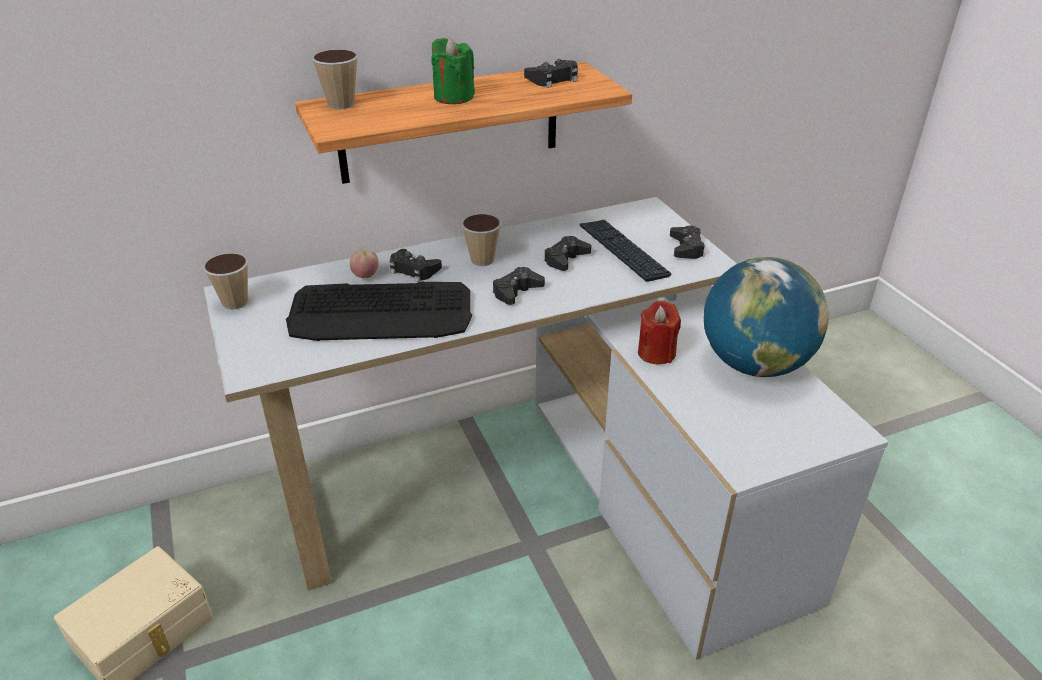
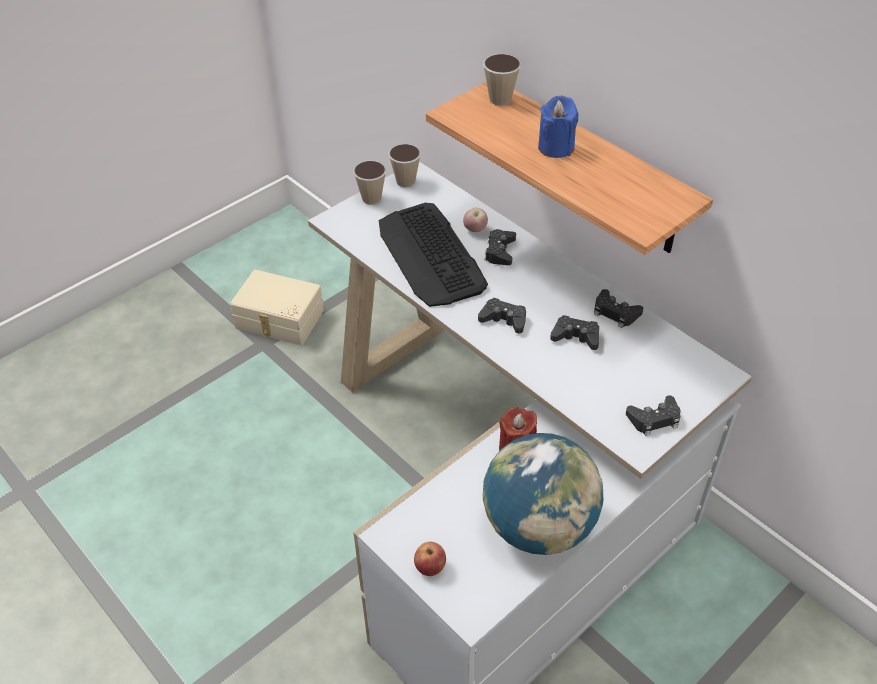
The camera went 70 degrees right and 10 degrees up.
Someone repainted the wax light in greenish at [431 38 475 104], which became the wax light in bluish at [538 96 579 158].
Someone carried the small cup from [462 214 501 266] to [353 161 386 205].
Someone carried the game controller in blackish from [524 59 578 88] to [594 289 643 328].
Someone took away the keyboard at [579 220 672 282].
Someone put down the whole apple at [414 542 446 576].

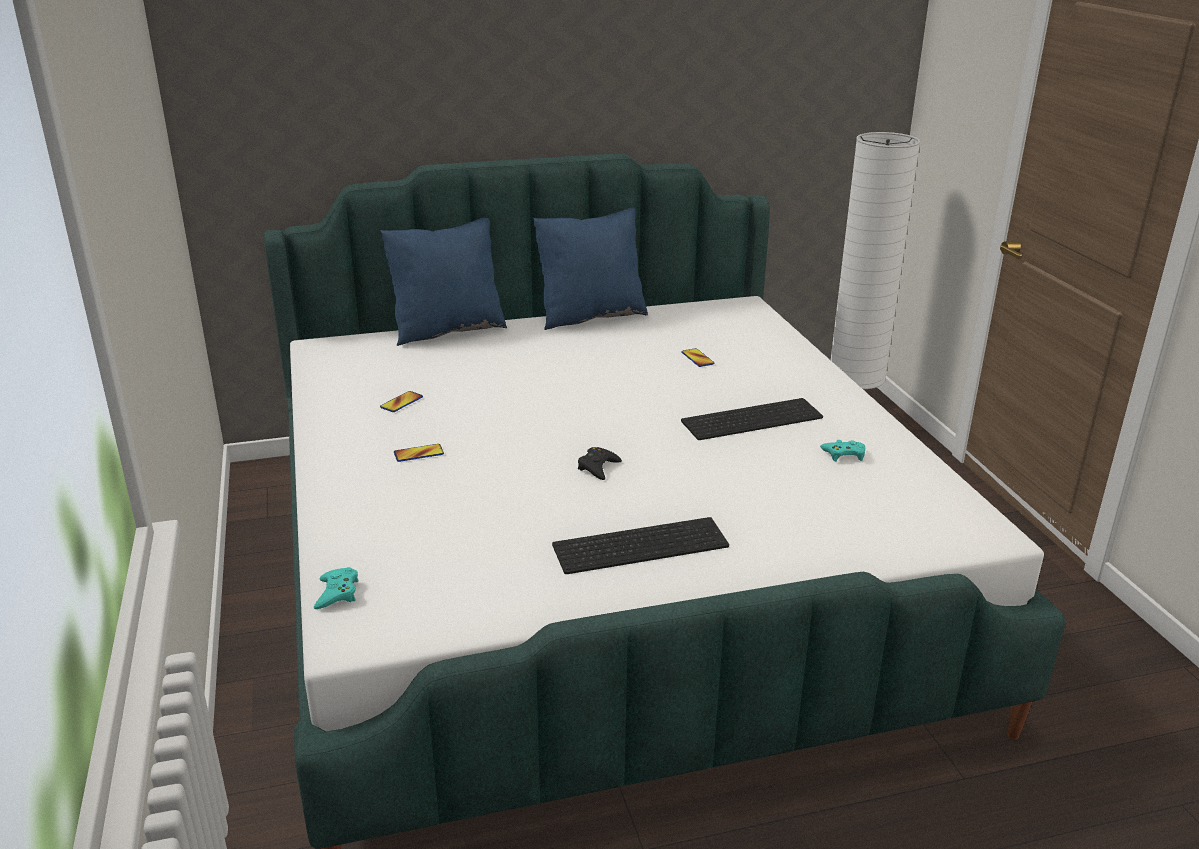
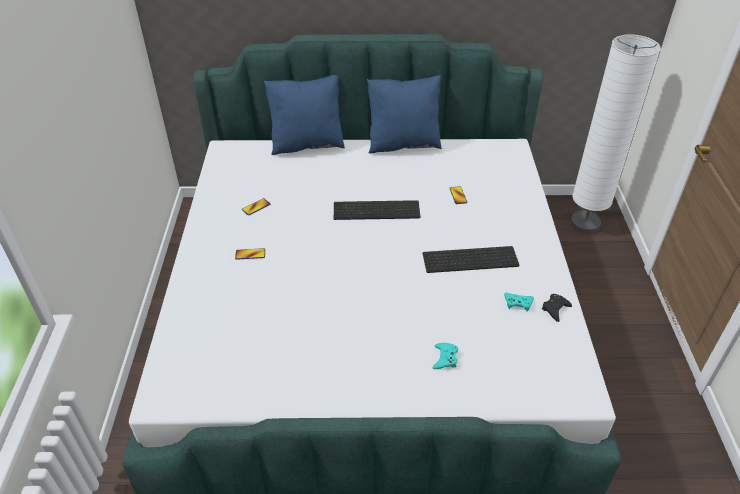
The camera went 15 degrees right and 15 degrees up.
Someone carried the game controller in turquoise from [314 567 358 609] to [433 343 458 369].
Someone carried the keyboard from [552 517 729 574] to [334 200 420 220].
Someone carried the game controller in blackish from [578 447 622 480] to [542 294 572 322].

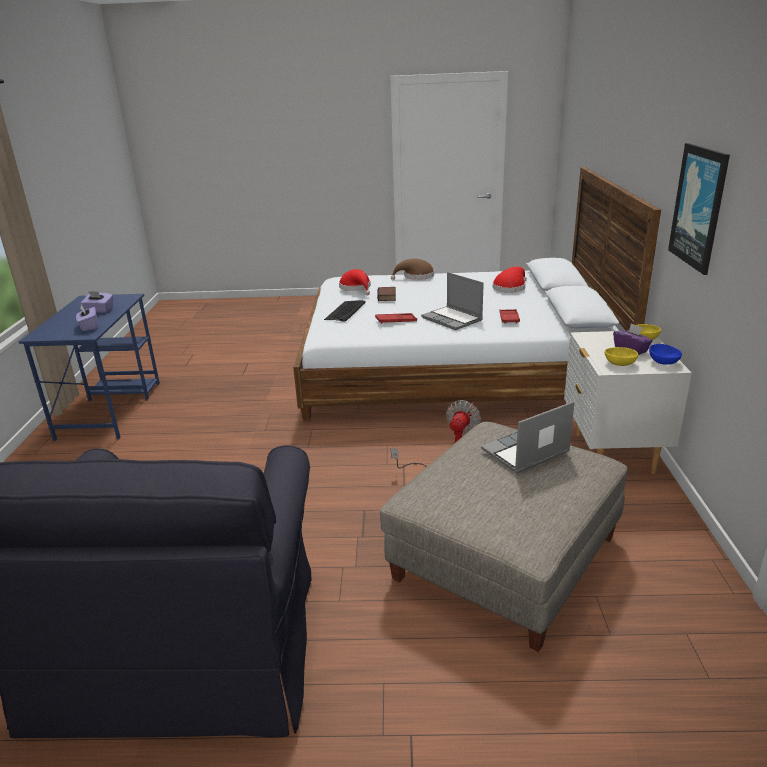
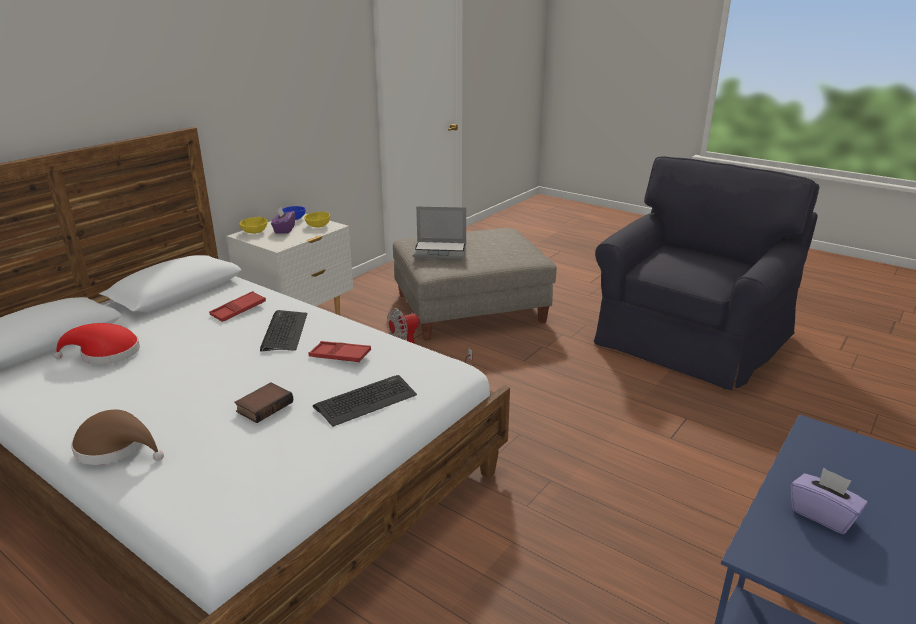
The camera went 145 degrees left and 0 degrees up.
Someone took away the tissue holder in purple-coloured at [76 305 98 331].
Someone took away the wearable hat in reddish at [339 269 371 295].
Someone swapped the portable computer at [421 272 484 330] for the keyboard at [260 310 307 351].
Someone took away the picture at [668 143 730 275].

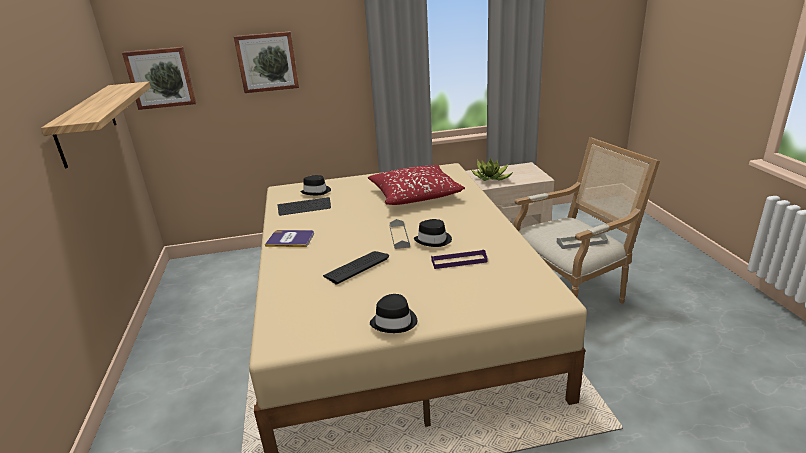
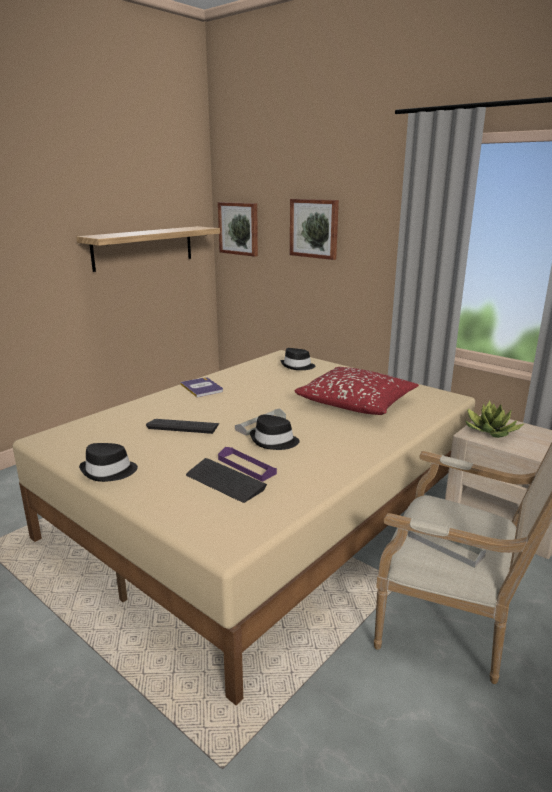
The camera went 50 degrees right and 5 degrees down.
Someone carried the keyboard from [277 197 331 216] to [186 458 267 503].

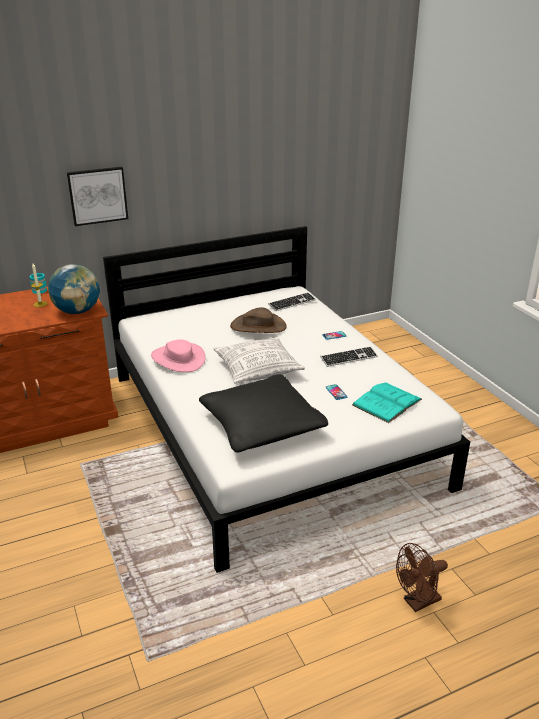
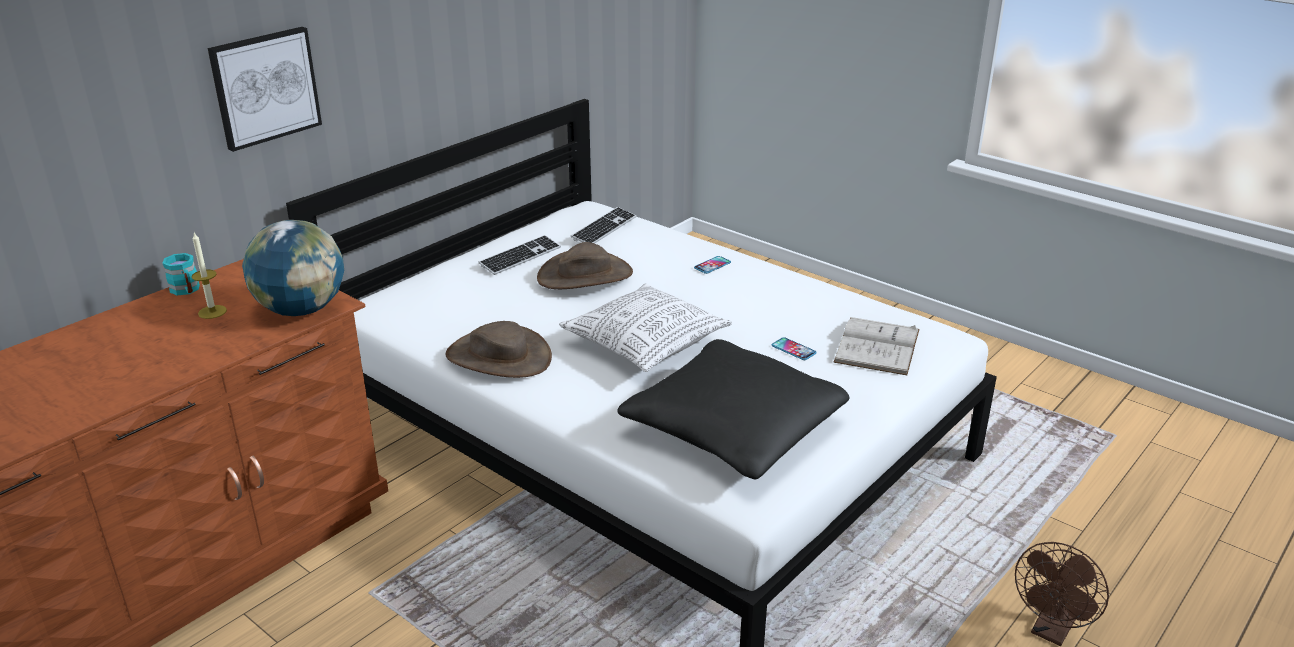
The camera went 25 degrees left and 0 degrees up.
Someone repainted the wearable hat in pinkish at [151 340 205 372], which became the wearable hat in brownish at [445 321 552 378].
Someone carried the keyboard from [321 346 378 367] to [478 235 561 275].
Someone repainted the book in turquoise at [352 382 422 423], which became the book in white-coloured at [833 317 920 375].

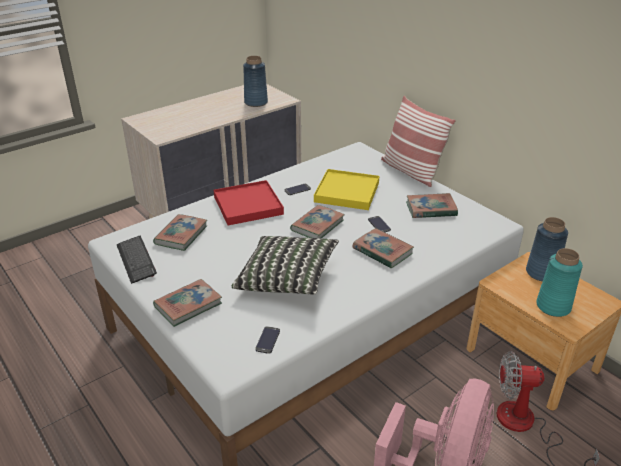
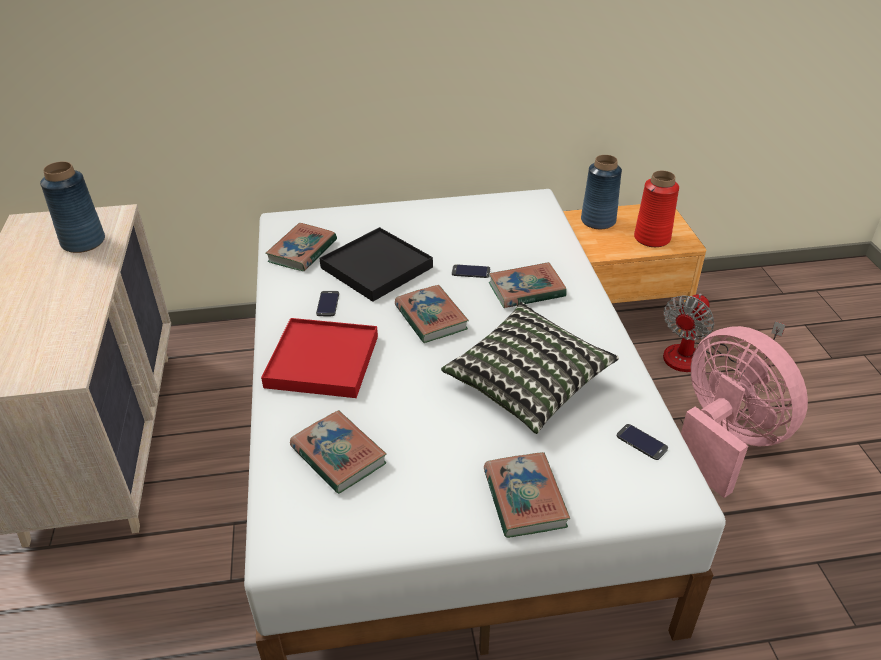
The camera went 60 degrees left and 5 degrees up.
Someone took away the keyboard at [117 236 157 284].
Someone repainted the serving tray in yellow-coloured at [314 169 379 210], which became the serving tray in blackish at [319 227 433 302].
Someone took away the throw pillow at [381 96 456 187].
Someone carried the book from [406 193 458 218] to [265 223 337 271].
Someone repainted the flower vase in turquoise at [536 248 583 317], which became the flower vase in reddish at [634 171 679 247].

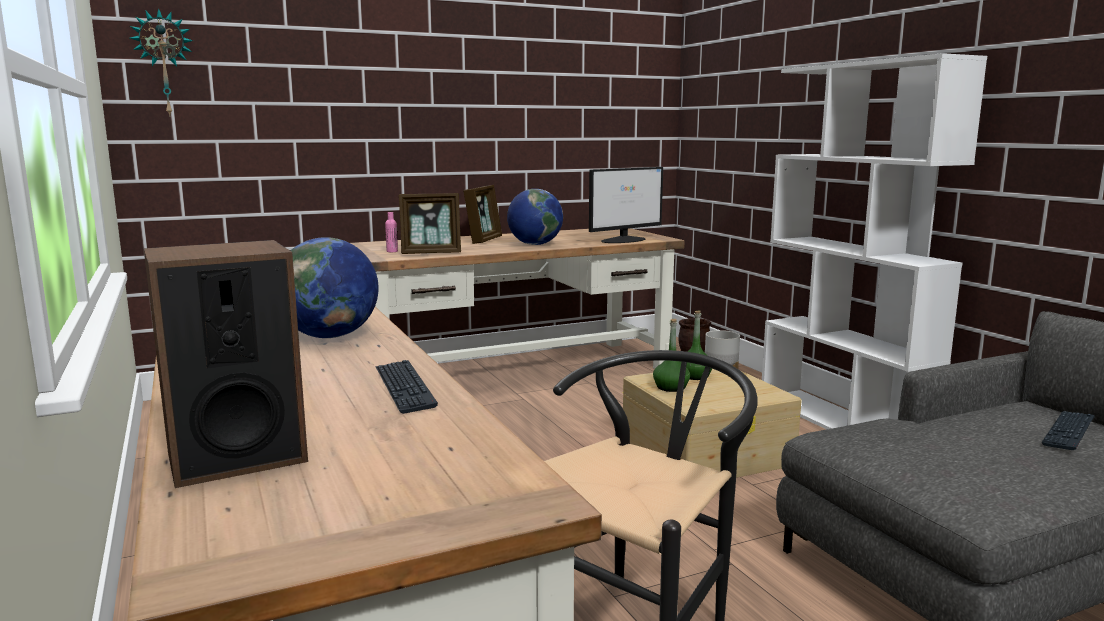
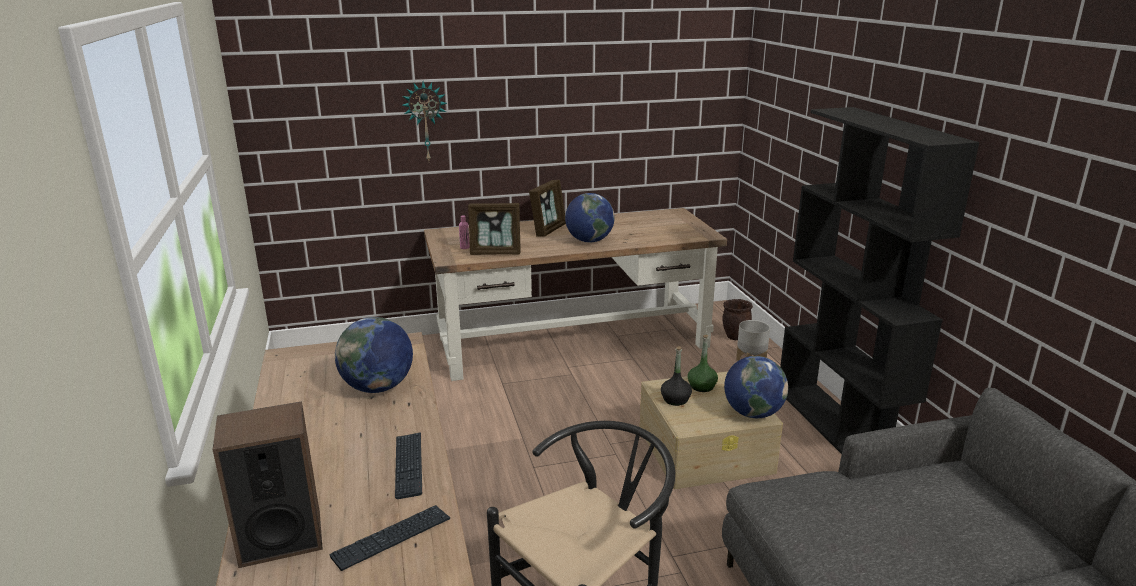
The camera went 10 degrees right and 10 degrees up.
Someone carried the clock on the wall from [130 8 193 116] to [402 81 447 161].
Someone took away the monitor at [589 167 663 243].
Someone repainted the drink bottle in greenish at [653 319 690 392], which became the drink bottle in blackish at [661 346 692 406].
Someone repainted the shelving unit in white-coloured at [762 53 987 429], which became the shelving unit in blackish at [780 107 979 454].
Someone carried the keyboard from [1042 411 1094 450] to [329 505 450 571].
Someone put down the globe at [724 356 788 418].

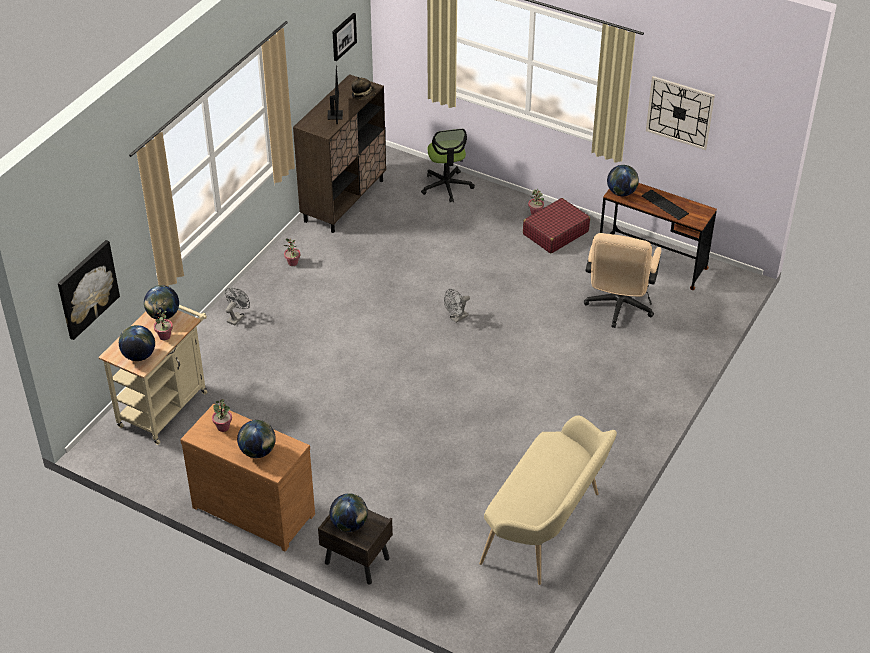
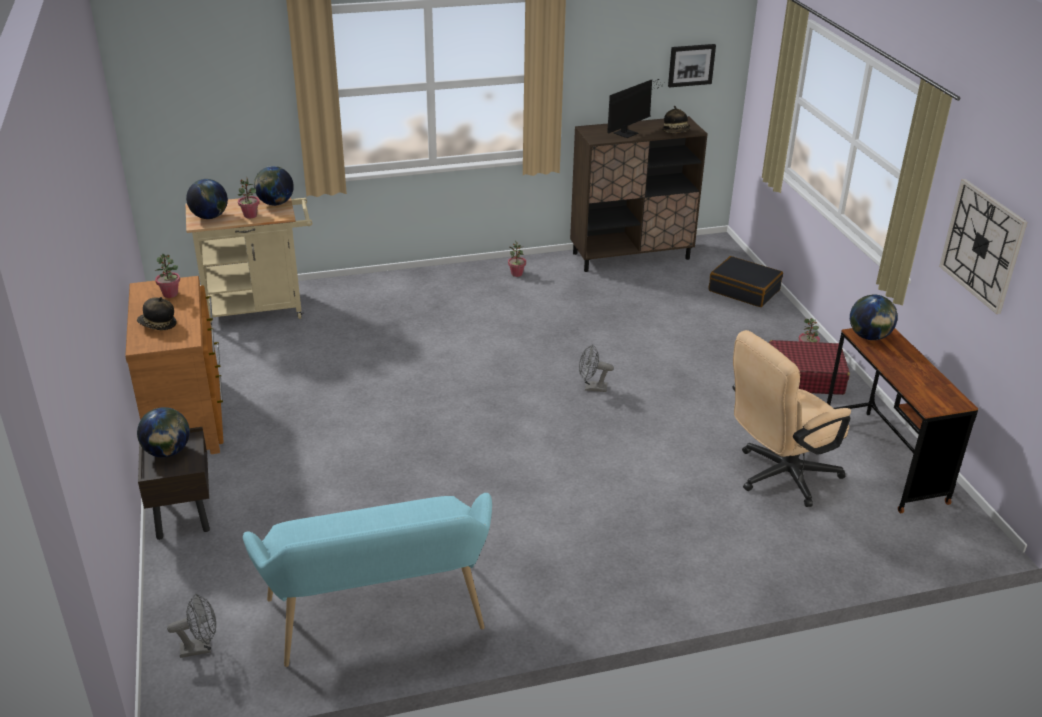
The camera went 45 degrees right and 10 degrees down.
Someone took away the picture at [58 240 120 340].
Someone carried the cooling fan in gray from [225 288 250 325] to [167 594 216 658].
Someone swapped the globe at [237 420 276 458] for the wearable hat at [137 297 177 331].
Someone swapped the computer chair at [421 129 475 203] for the travel case in blackish at [709 256 783 307].
Someone repainted the bench in sand-coloured at [479 415 617 585], which became the bench in turquoise at [243 493 492 667].
Someone took away the keyboard at [642 190 689 220].

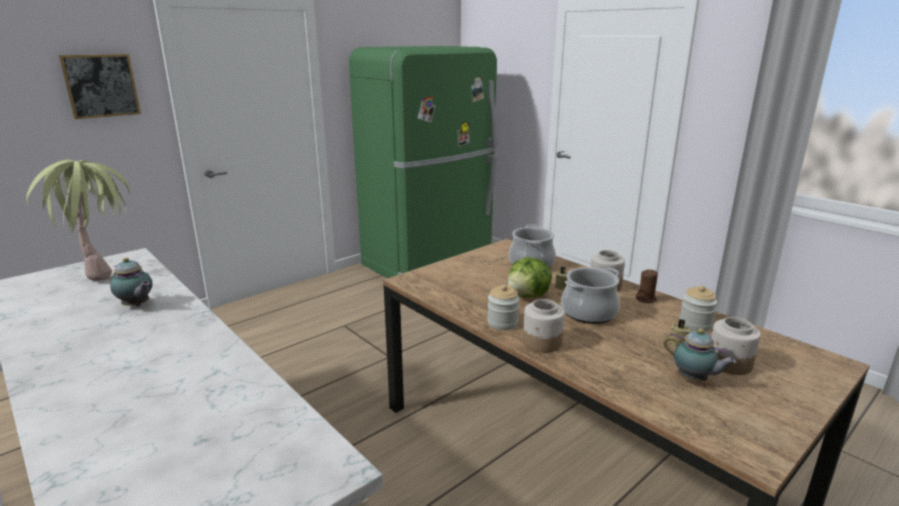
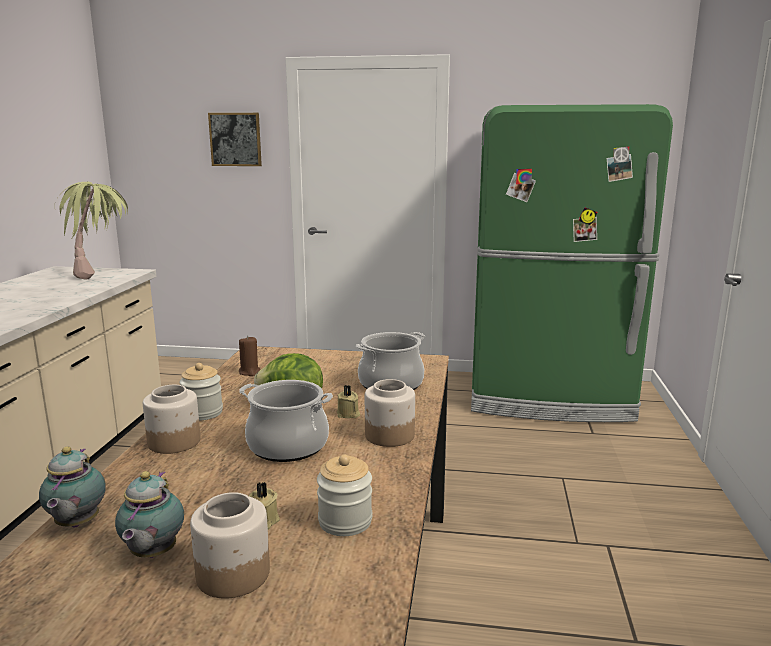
The camera went 50 degrees right and 5 degrees down.
Someone carried the teapot from [110 258 153 307] to [39 446 106 527].
Someone carried the wax light in brownish from [636 269 658 303] to [239 336 261 376].

